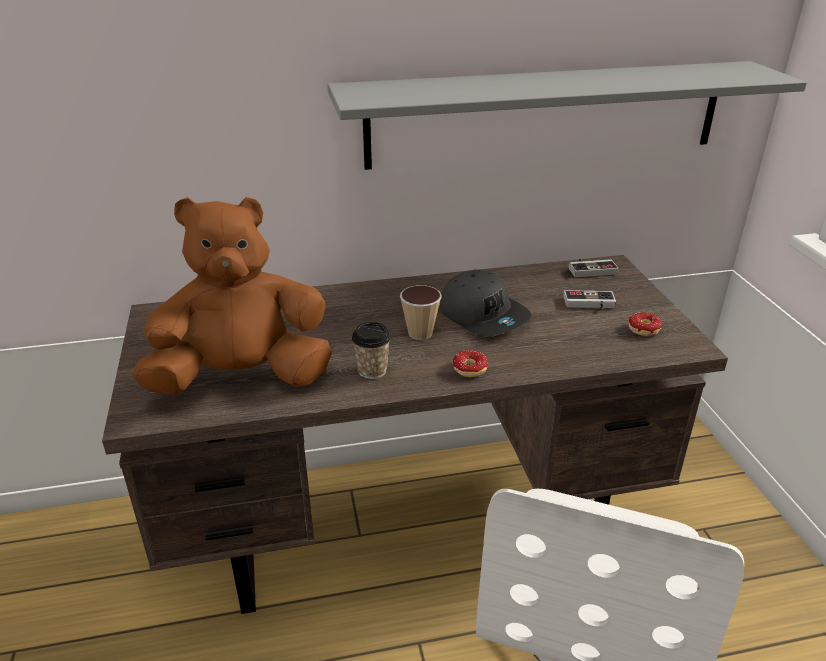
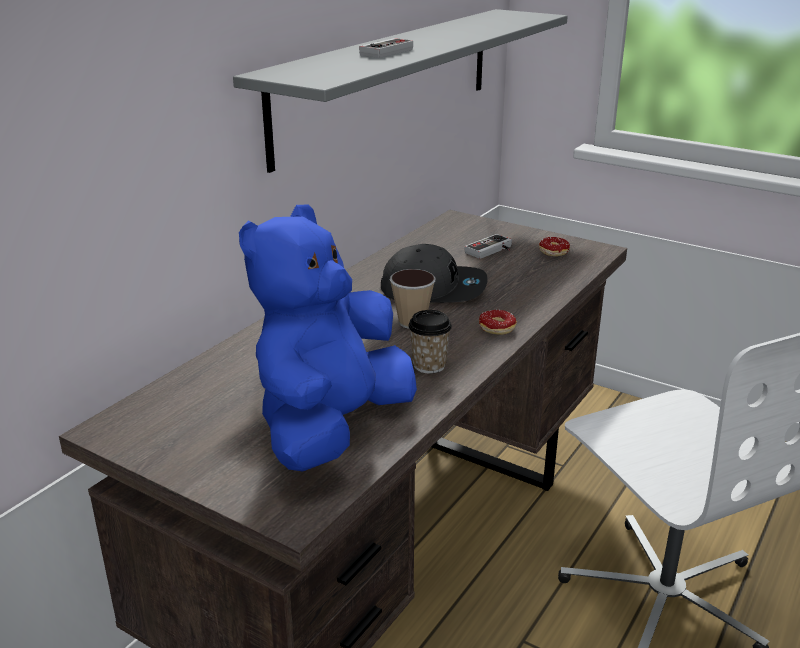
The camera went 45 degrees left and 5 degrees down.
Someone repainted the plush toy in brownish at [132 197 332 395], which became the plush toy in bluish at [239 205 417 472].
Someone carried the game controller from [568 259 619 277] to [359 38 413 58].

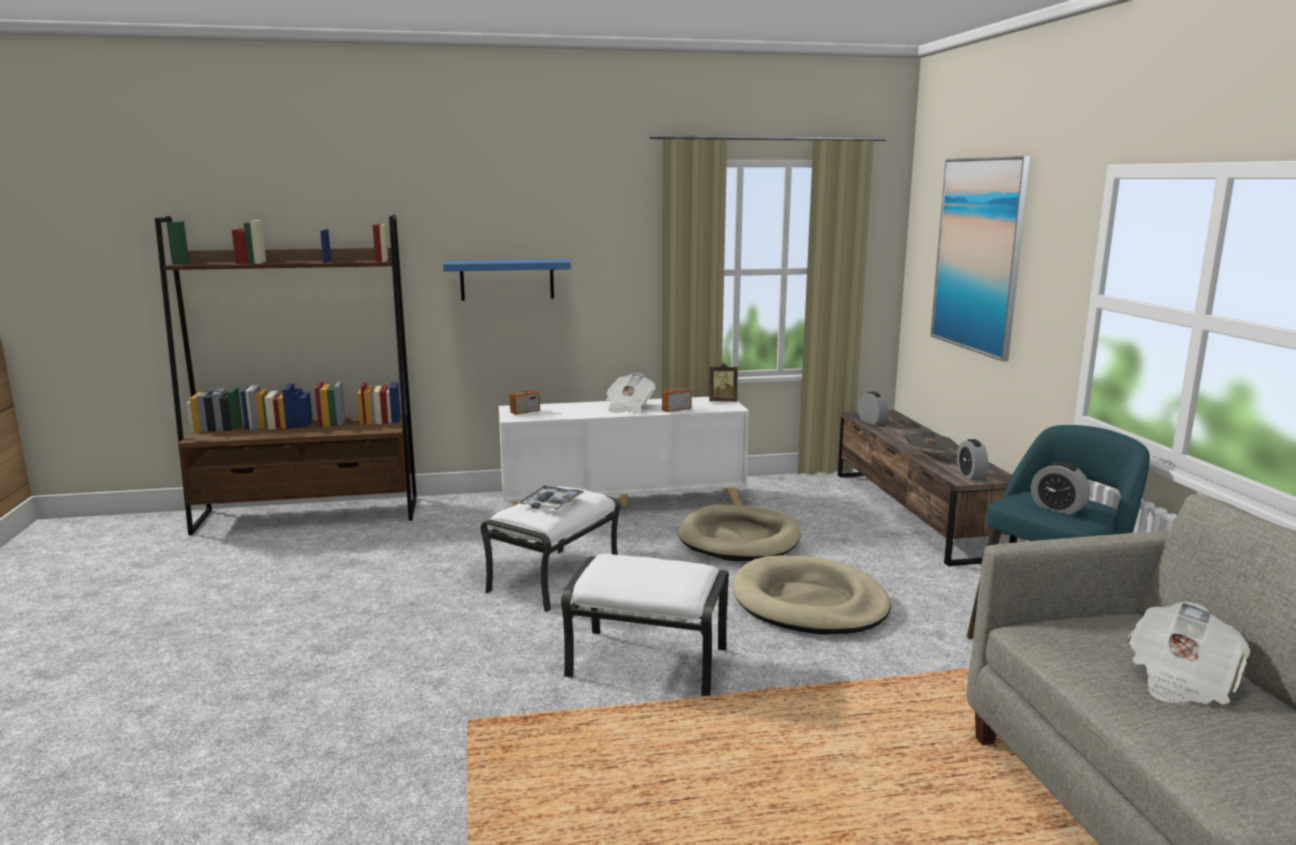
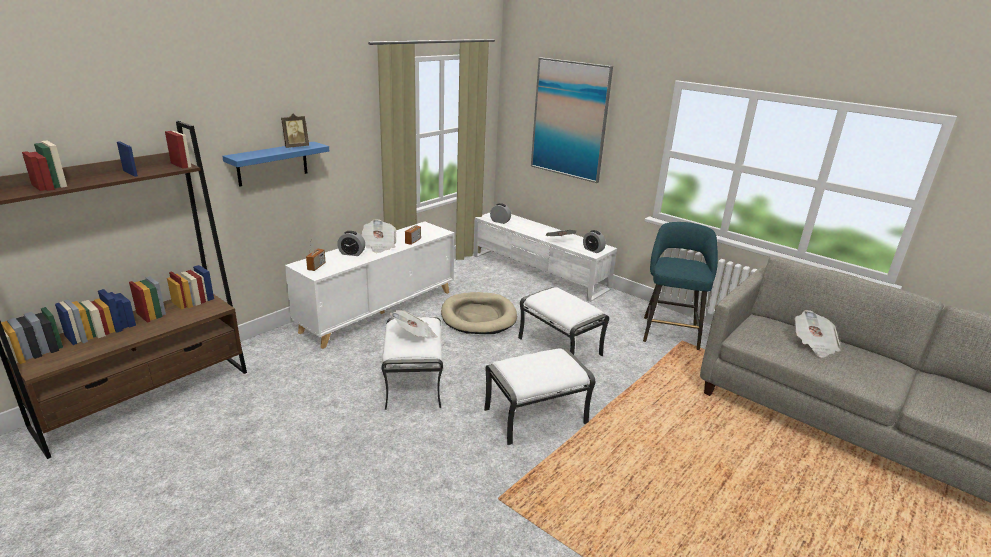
The camera went 40 degrees left and 10 degrees up.
Someone swapped the serving tray at [516 485 584 509] for the daily paper at [390 310 438 338].
Someone carried the picture frame from [709 363 738 402] to [281 114 309 148].
Someone swapped the pet bed in sand-coloured at [732 555 891 635] for the pouffe in white-coloured at [518 287 609 356].
Someone repainted the tv unit in brownish at [838 410 1017 567], which became the tv unit in white-coloured at [473 213 617 302].
Someone carried the alarm clock from [1031 462 1090 515] to [337 231 365 256].

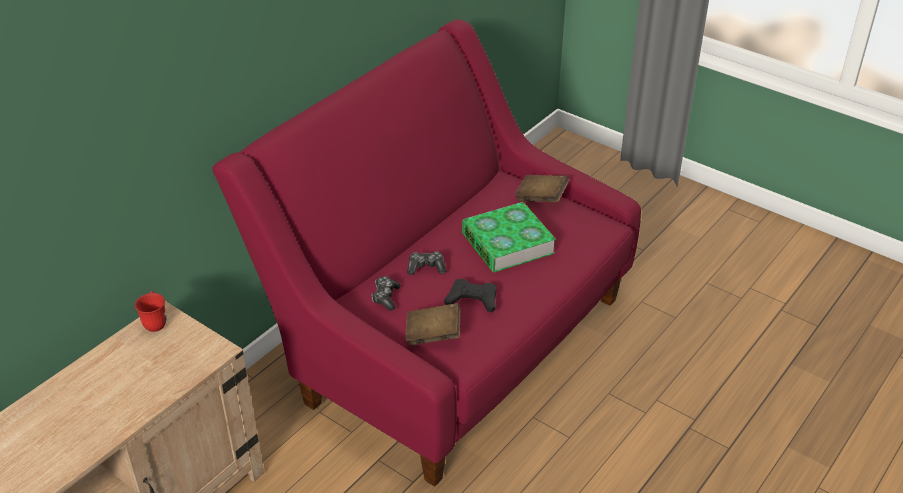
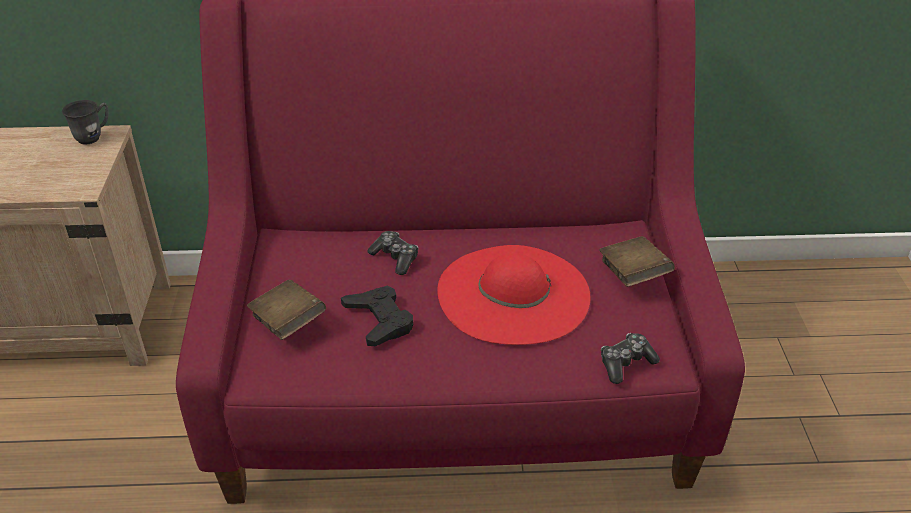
The camera went 50 degrees right and 0 degrees up.
Someone repainted the mug in reddish at [135 291 166 332], which became the mug in gray at [62 100 108 145].
Someone carried the game controller from [371 276 401 310] to [601 333 660 384].
Someone swapped the book at [462 202 556 272] for the wearable hat in reddish at [437 245 591 345].

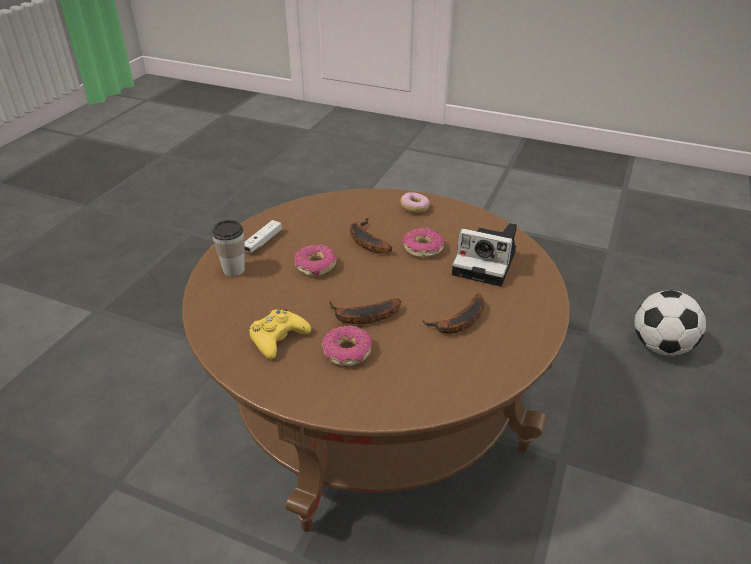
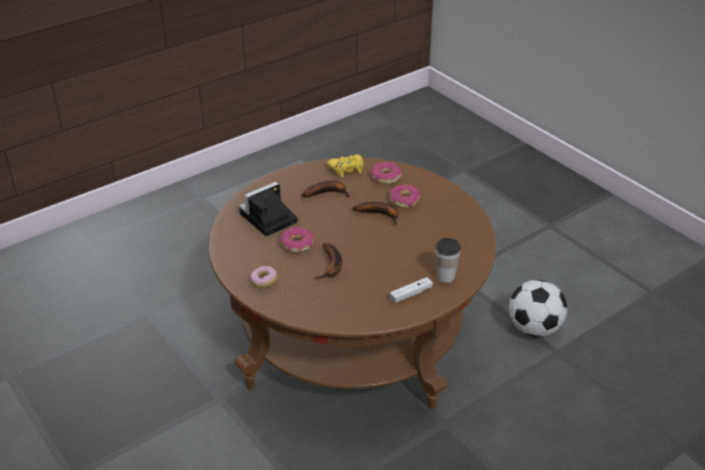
The camera went 150 degrees left and 0 degrees up.
Someone carried the game controller in yellow-coloured from [249 308 311 359] to [327 155 363 177].
Someone carried the donut from [295 244 338 277] to [371 162 402 184].
Someone rotated the photo camera at [452 223 517 287] by 90 degrees counterclockwise.
Someone carried the football from [635 290 706 356] to [509 280 567 337].

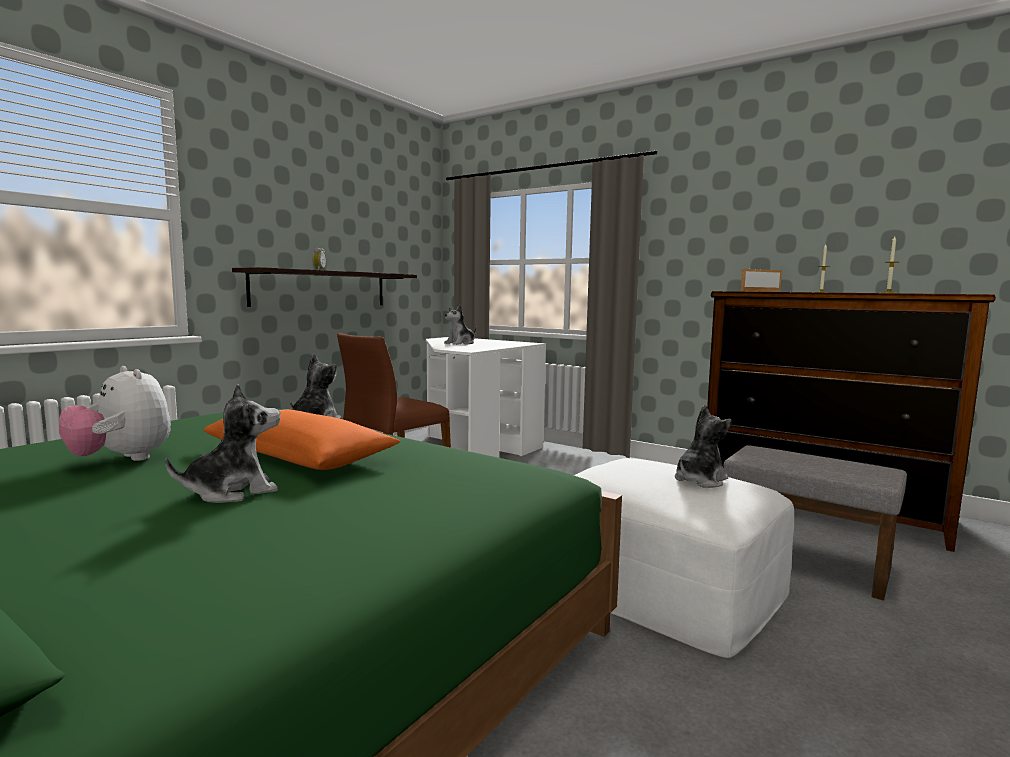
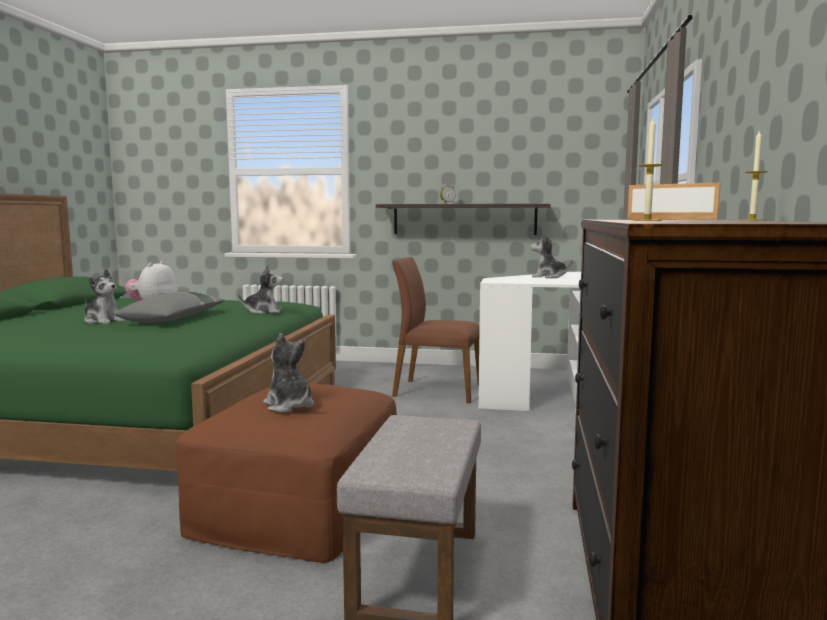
The camera went 65 degrees right and 0 degrees up.
Someone repainted the throw pillow in orange-coloured at [204 409 400 470], which became the throw pillow in gray at [114 291 225 323].
Someone repainted the pouffe in white-coloured at [574 458 794 658], which became the pouffe in brownish at [176 383 397 563].
Someone rotated the plush toy at [675 405 731 488] by 150 degrees counterclockwise.

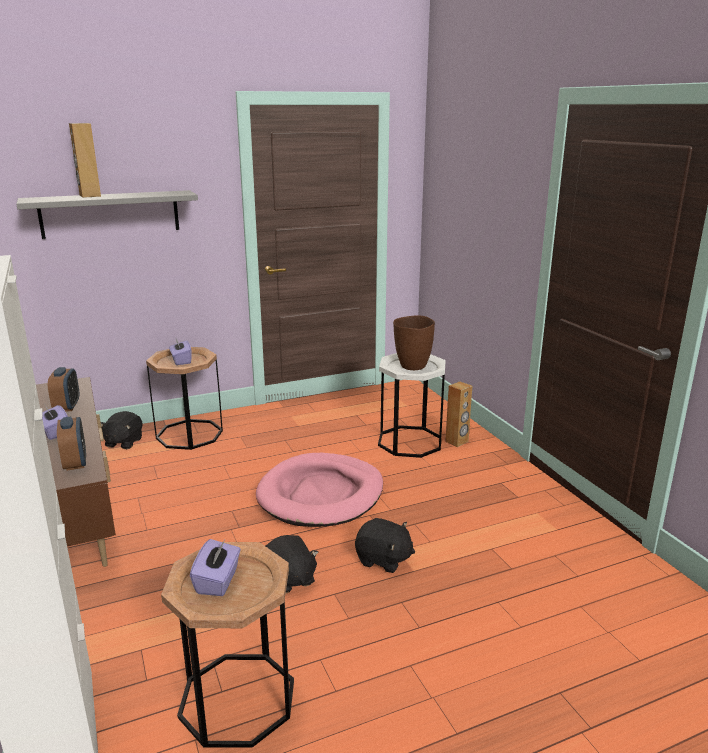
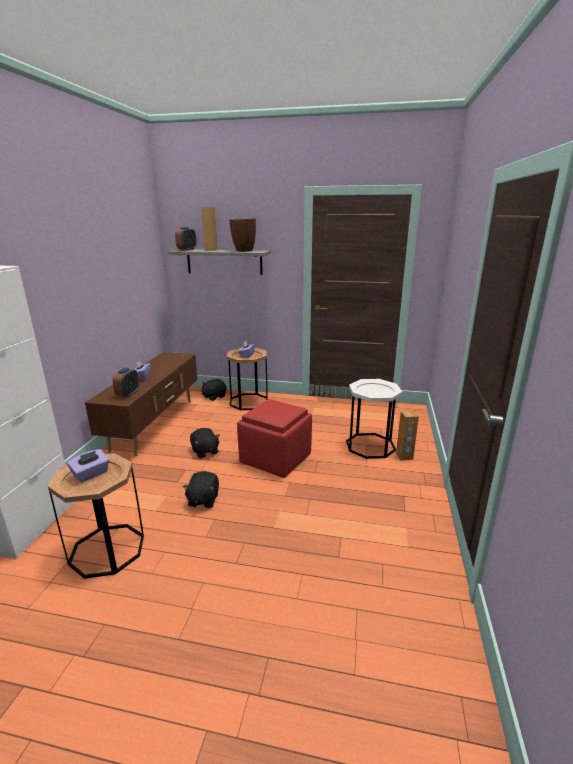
The camera went 35 degrees right and 0 degrees up.
Someone carried the alarm clock from [48 367 79 412] to [175 227 197 251].
Someone swapped the pet bed in pinkish at [256 453 383 527] for the pouffe in reddish at [237 399 312 478].
Someone carried the plush toy in blackish from [355 518 415 573] to [190 428 220 458].
Someone carried the flower vase in brownish from [393 315 435 370] to [229 218 256 252].

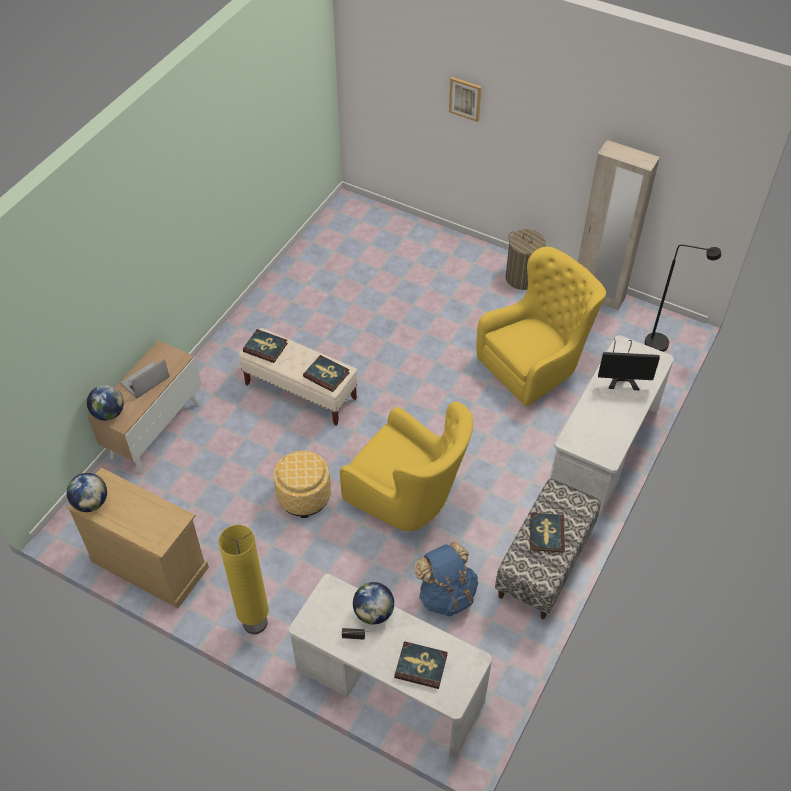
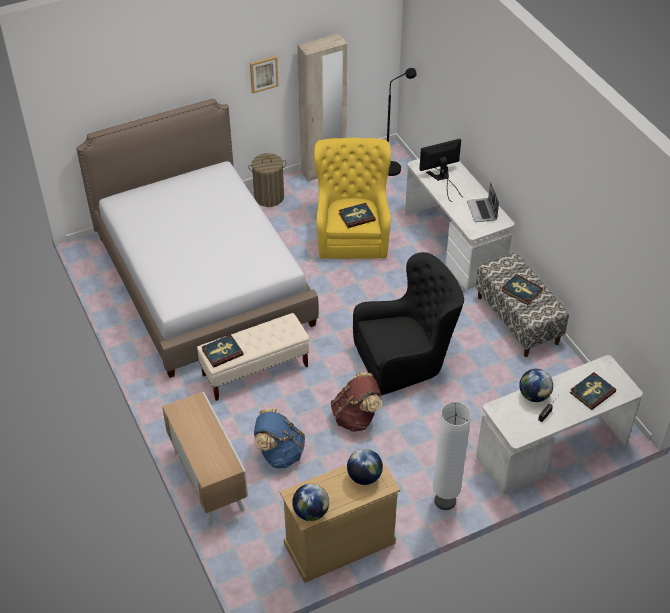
The camera went 55 degrees left and 5 degrees down.
Someone carried the globe from [87 385 124 421] to [347 449 383 485].
Someone carried the portable computer from [121 360 169 398] to [467 182 499 222].
Someone repainted the standard lamp in yellow-coloured at [218 525 269 634], which became the standard lamp in white-coloured at [433 402 472 510].
Someone swapped the pouffe at [273 451 331 518] for the knapsack in brownish at [331 372 382 432].
Someone carried the book from [303 355 349 392] to [339 203 376 228].
Someone repainted the lounge chair in yellow-coloured at [340 402 473 531], which became the lounge chair in blackish at [353 252 464 395].
Someone carried the knapsack in bluish from [414 542 478 616] to [254 408 305 468].
Someone carried the picture from [449 77 482 122] to [250 56 279 93].
Someone rotated the monitor at [598 339 660 390] by 150 degrees counterclockwise.
Someone put down the sleeping bed at [76 98 319 378].

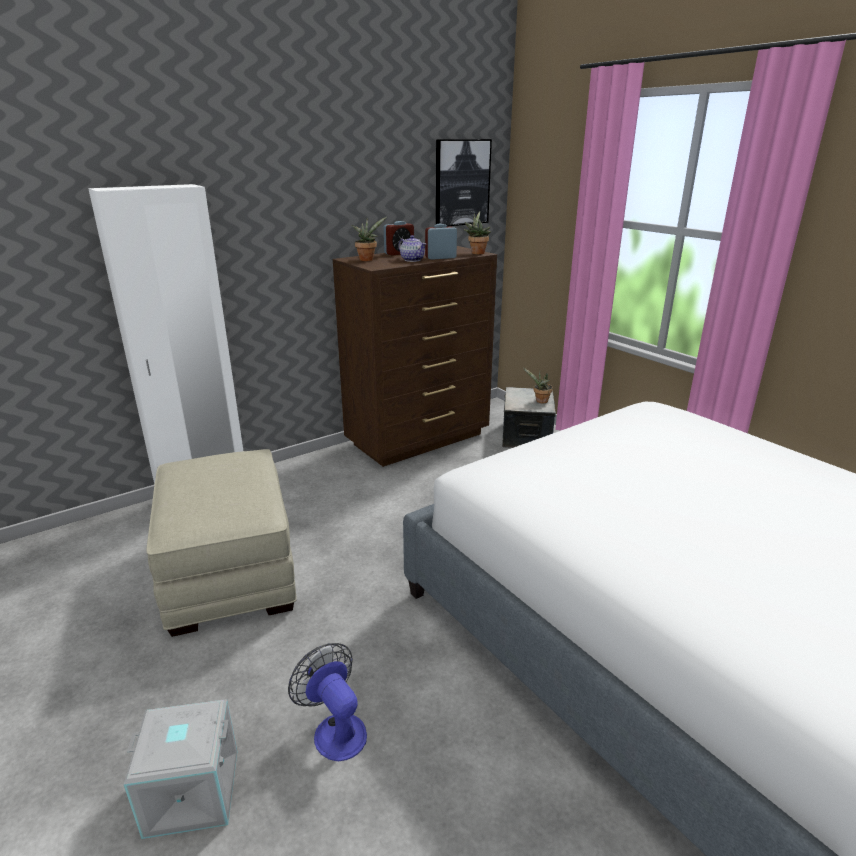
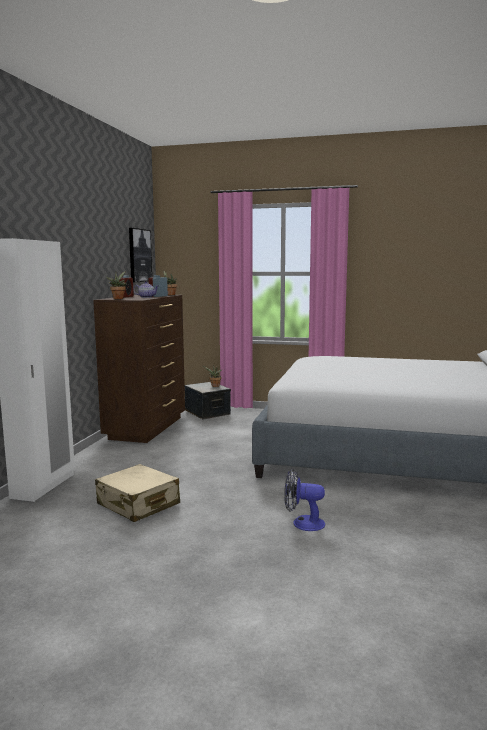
The camera went 40 degrees left and 15 degrees down.
Someone took away the storage box in gray at [123 699 237 839].
Someone swapped the pouffe in sand-coloured at [146 449 297 637] for the travel case in sand-coloured at [95 464 180 522].

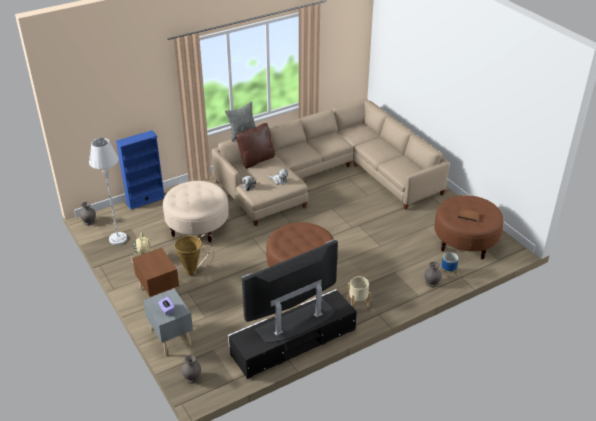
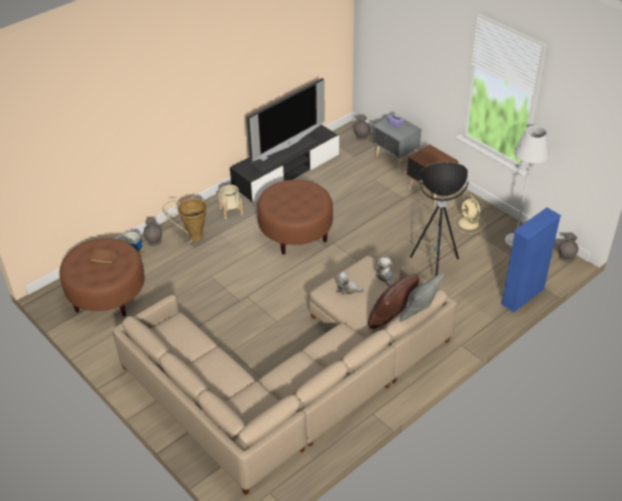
The camera went 170 degrees right and 5 degrees up.
Someone swapped the pouffe in sand-coloured at [163 181 229 242] for the standard lamp at [410 162 469 276].
Someone carried the basket from [174 234 215 275] to [163 198 207 243].

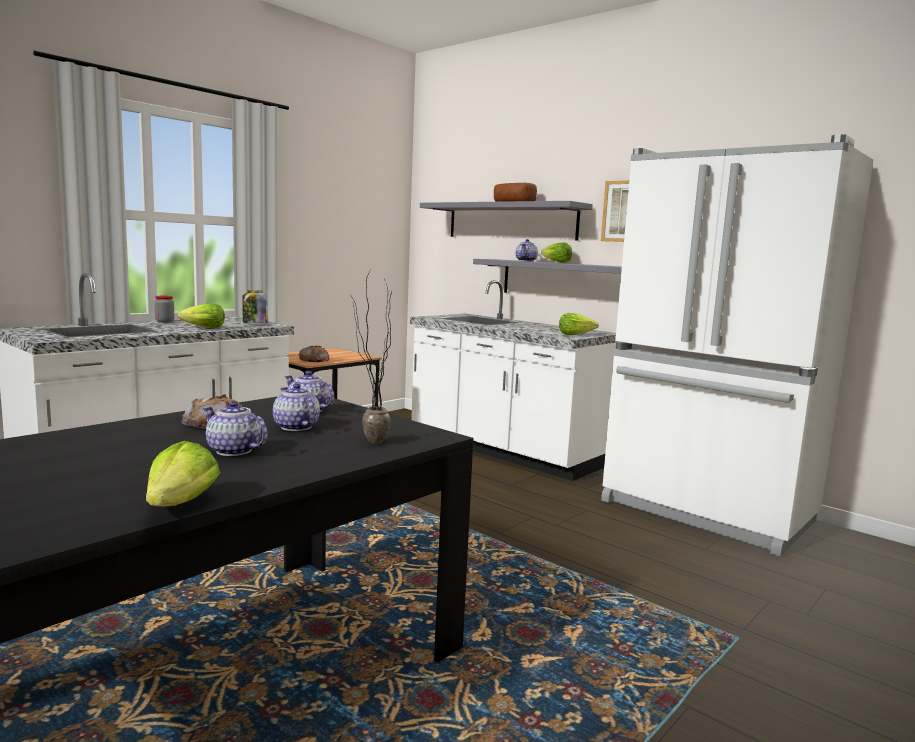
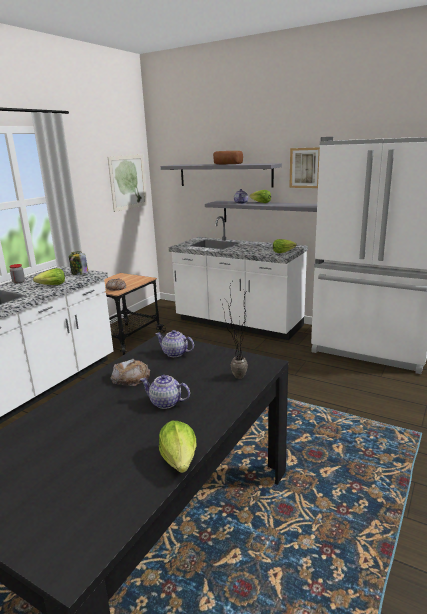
The camera went 10 degrees left and 10 degrees up.
Someone took away the teapot at [273 383 320 431].
Someone put up the picture at [108 155 147 212].

